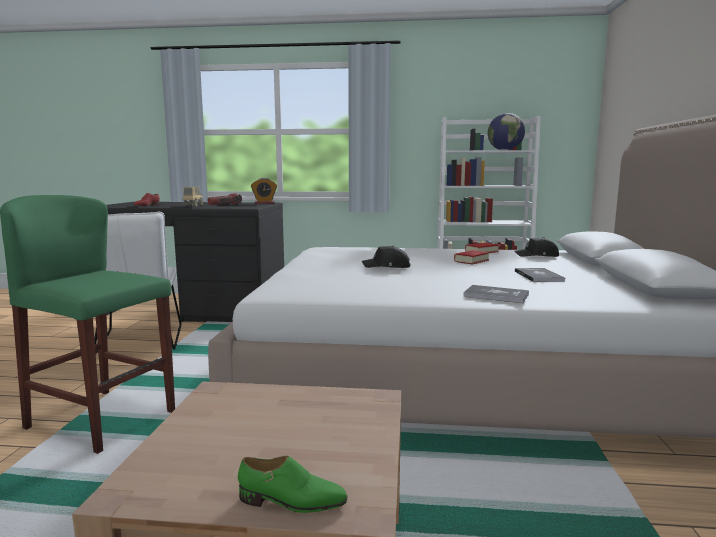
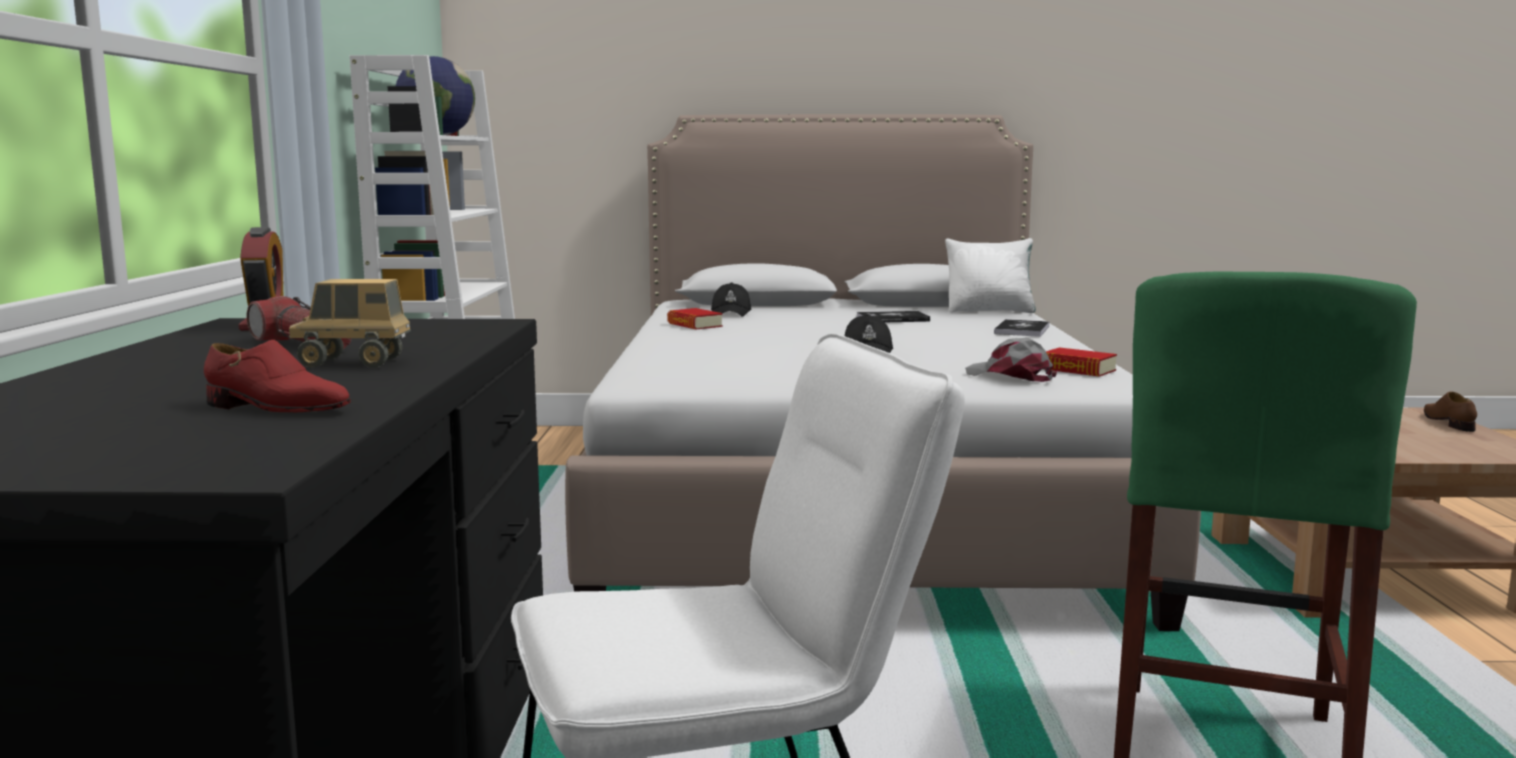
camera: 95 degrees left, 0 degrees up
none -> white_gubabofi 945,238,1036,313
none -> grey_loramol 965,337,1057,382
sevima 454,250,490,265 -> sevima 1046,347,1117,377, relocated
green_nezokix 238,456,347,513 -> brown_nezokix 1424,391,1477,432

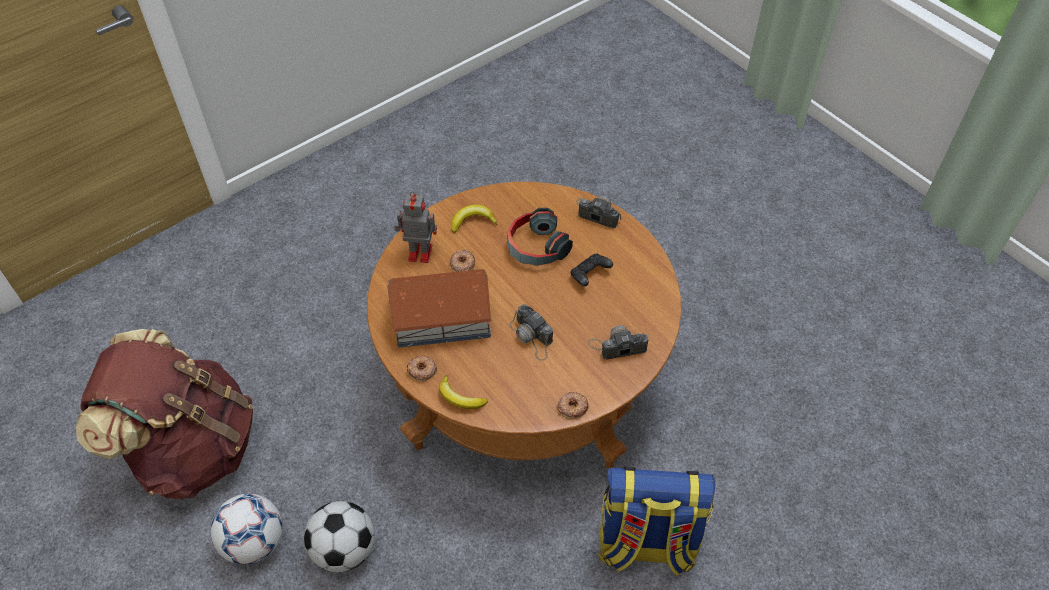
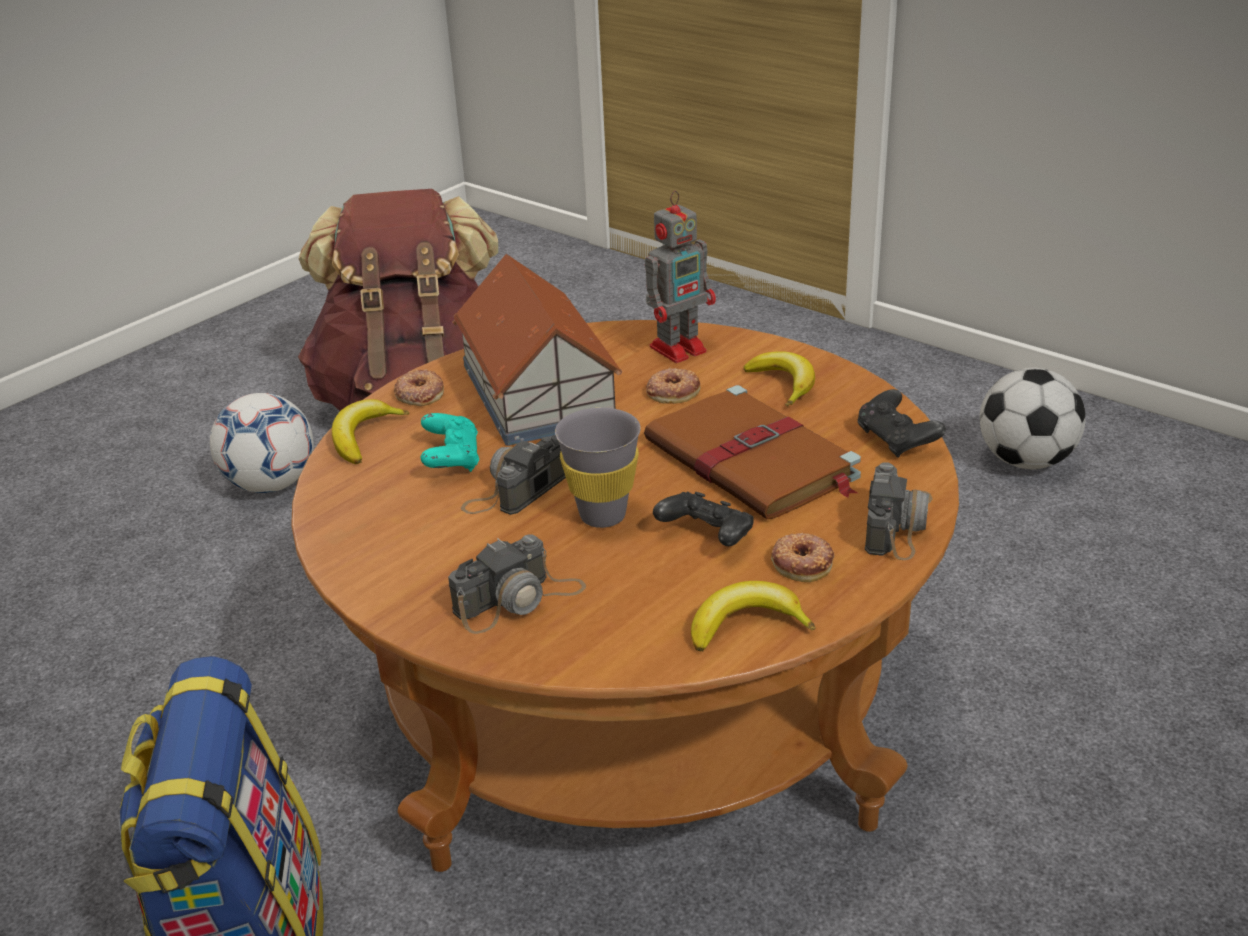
camera: 80 degrees right, 20 degrees down
none -> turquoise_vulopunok 421,413,479,472
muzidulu 588,325,649,360 -> muzidulu 448,534,586,634, 75 degrees clockwise
none -> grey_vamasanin 555,408,641,528
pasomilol 507,208,573,266 -> brown_sevima 644,385,861,519
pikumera 394,192,437,263 -> pikumera 645,191,716,363, 60 degrees clockwise
none -> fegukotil 691,581,816,652
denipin 558,392,589,419 -> denipin 771,533,835,582, relocated
none -> black_vulopunok 858,389,946,458
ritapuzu 304,501,374,572 -> ritapuzu 980,368,1085,469, relocated

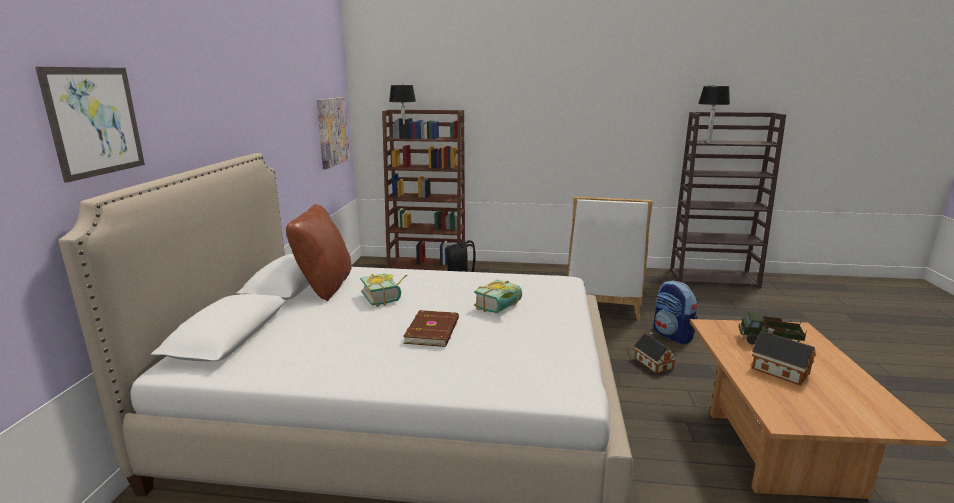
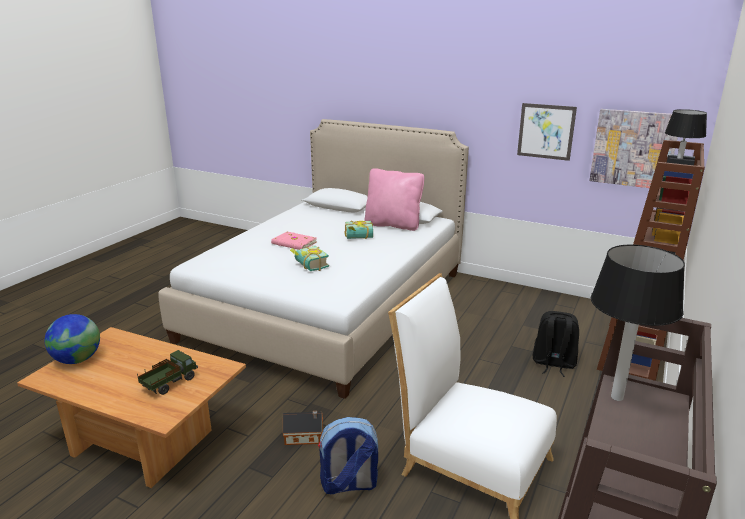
camera: 110 degrees right, 5 degrees up
none -> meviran 45,314,100,364
brown_sevima 403,310,459,347 -> pink_sevima 271,232,317,249
brown_gubabofi 286,204,352,301 -> pink_gubabofi 365,168,424,231
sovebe 35,67,145,183 -> sovebe 517,103,577,161, relocated
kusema 752,328,816,386 -> none

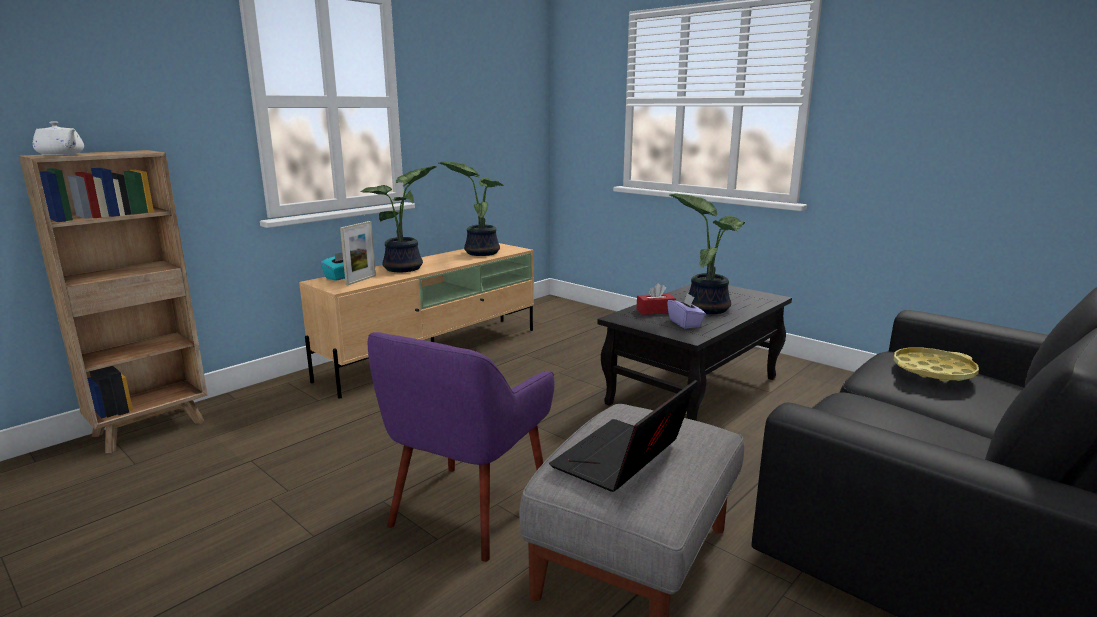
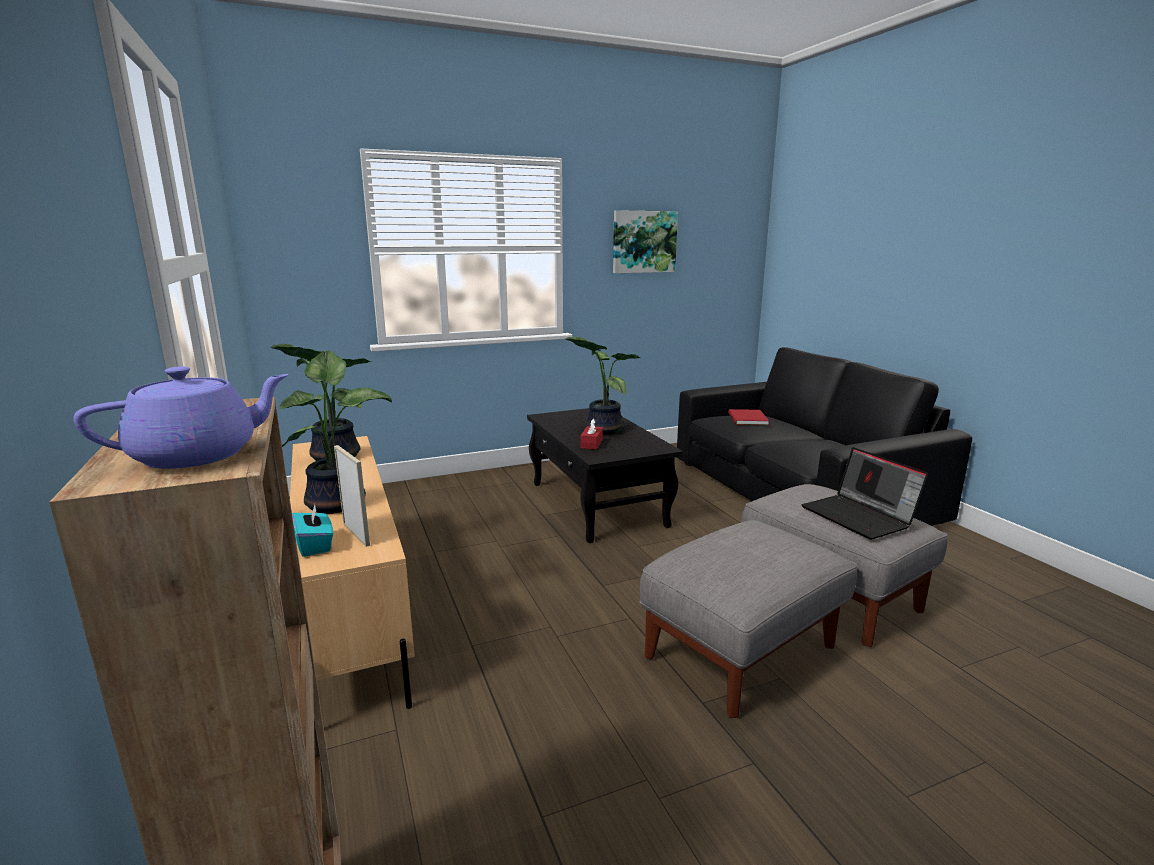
camera: 65 degrees left, 0 degrees up
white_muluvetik 33,121,84,156 -> purple_muluvetik 73,366,289,469
none -> sovebe 613,210,678,273
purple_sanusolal 368,332,555,562 -> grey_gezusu 639,520,857,718
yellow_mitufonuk 894,347,979,382 -> red_sevima 728,409,769,425
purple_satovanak 667,293,706,329 -> none

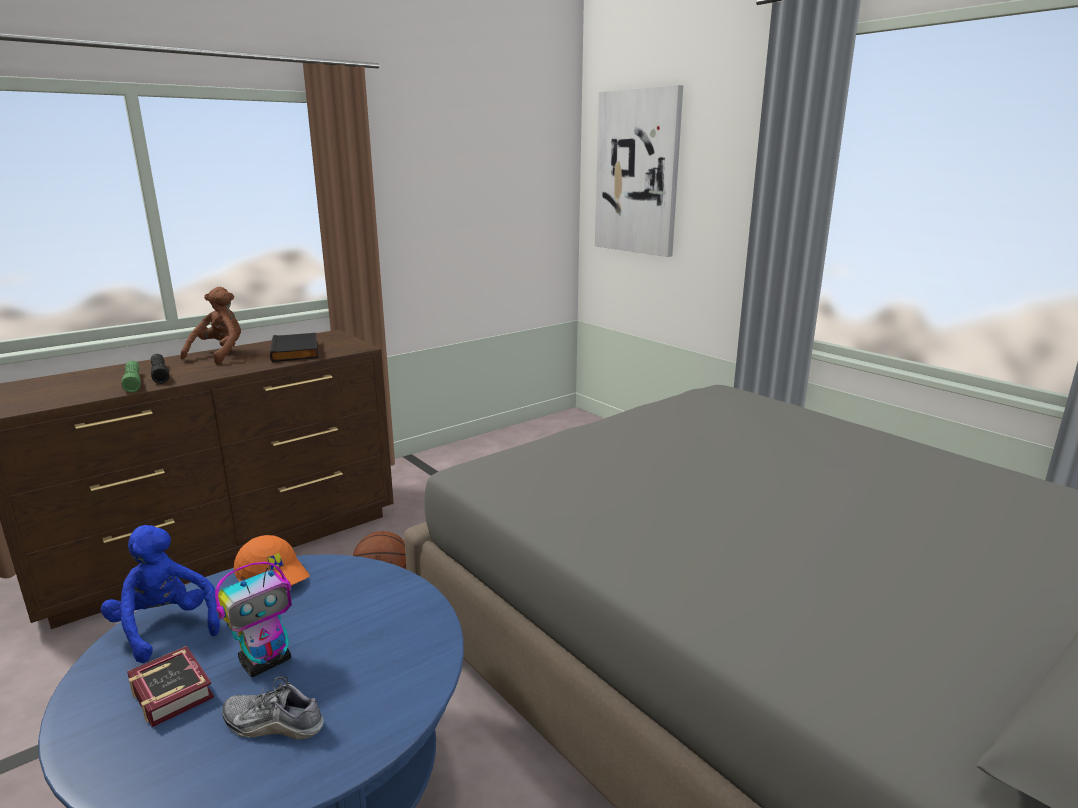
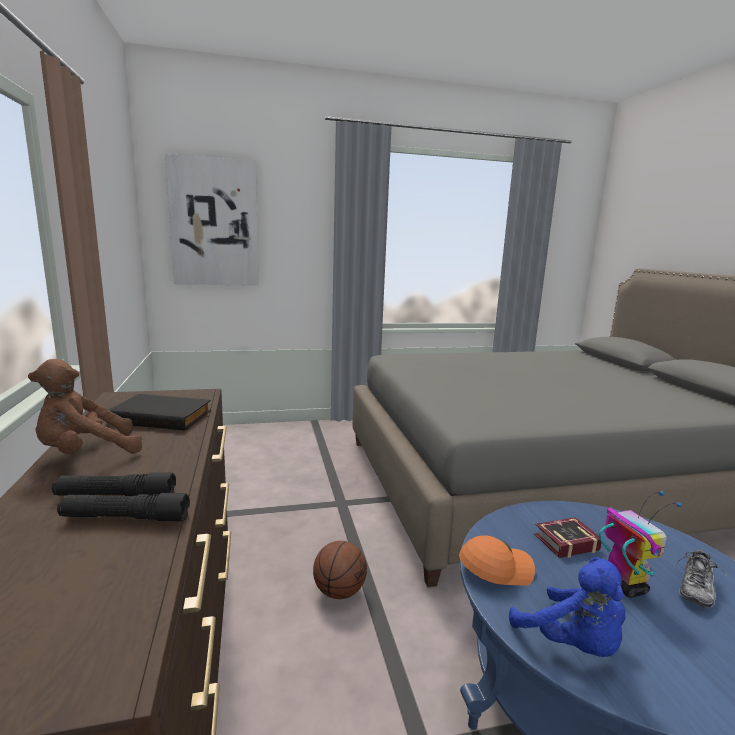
camera: 65 degrees left, 5 degrees down
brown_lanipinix 180,287,241,365 -> brown_lanipinix 28,359,142,454, 75 degrees counterclockwise
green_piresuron 121,361,141,392 -> black_piresuron 57,493,190,521
blue_lanipinix 101,525,220,663 -> blue_lanipinix 509,557,625,657, 105 degrees counterclockwise
sevima 127,646,214,727 -> sevima 534,517,602,558, relocated

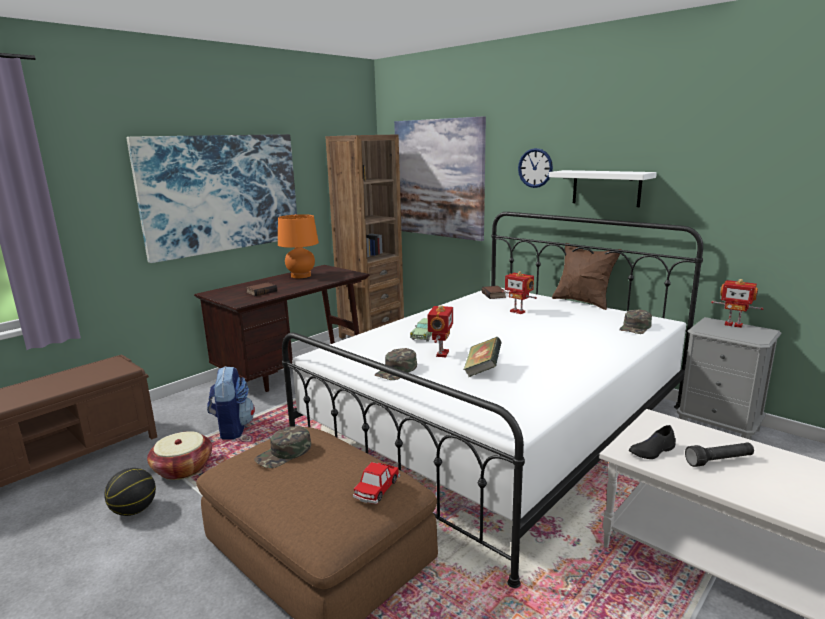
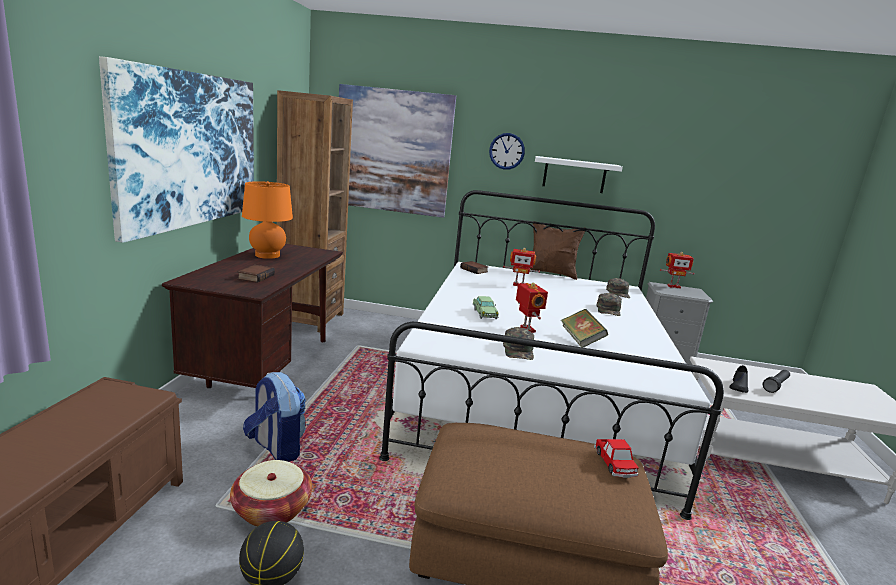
camera: 35 degrees left, 0 degrees up
green_loramol 254,426,311,468 -> green_loramol 597,293,622,316, relocated

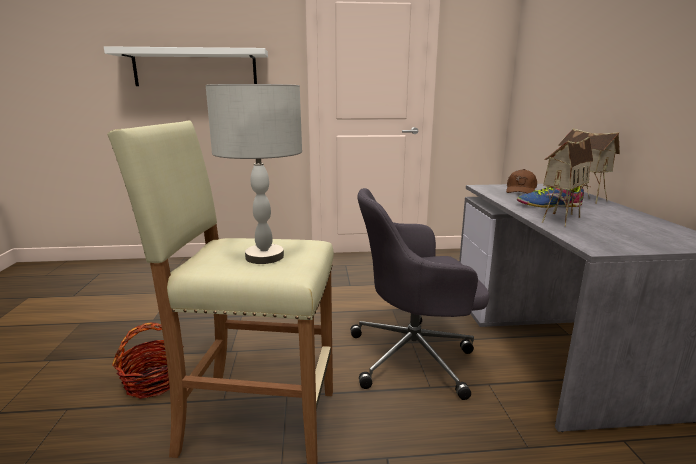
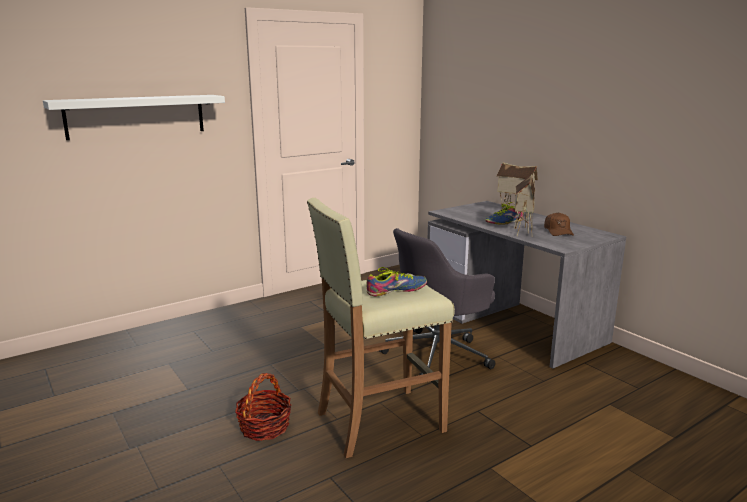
camera: 30 degrees left, 0 degrees up
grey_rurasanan 205,84,302,264 -> nezokix 366,267,427,296
brown_loramol 506,169,537,194 -> brown_loramol 544,212,574,236, relocated

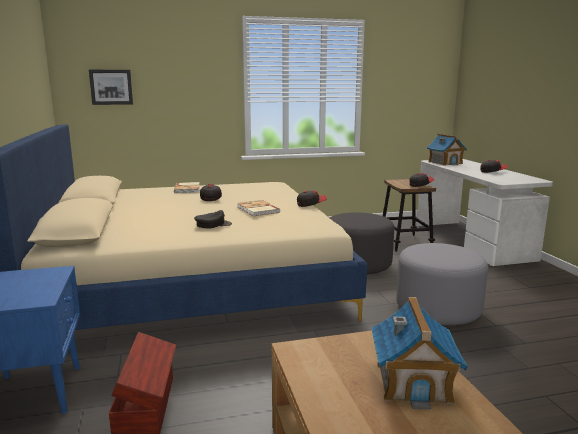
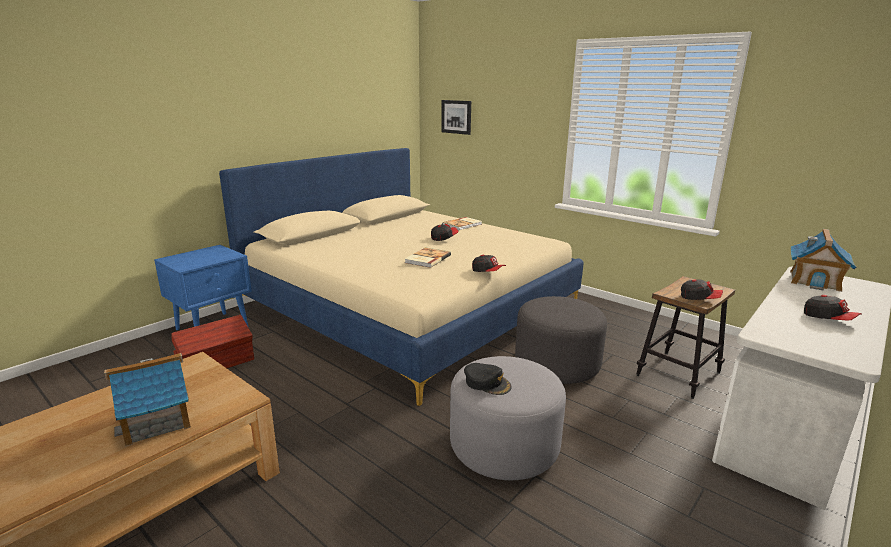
camera: 55 degrees right, 5 degrees up
black_loramol 194,210,232,228 -> black_loramol 464,363,512,395, relocated

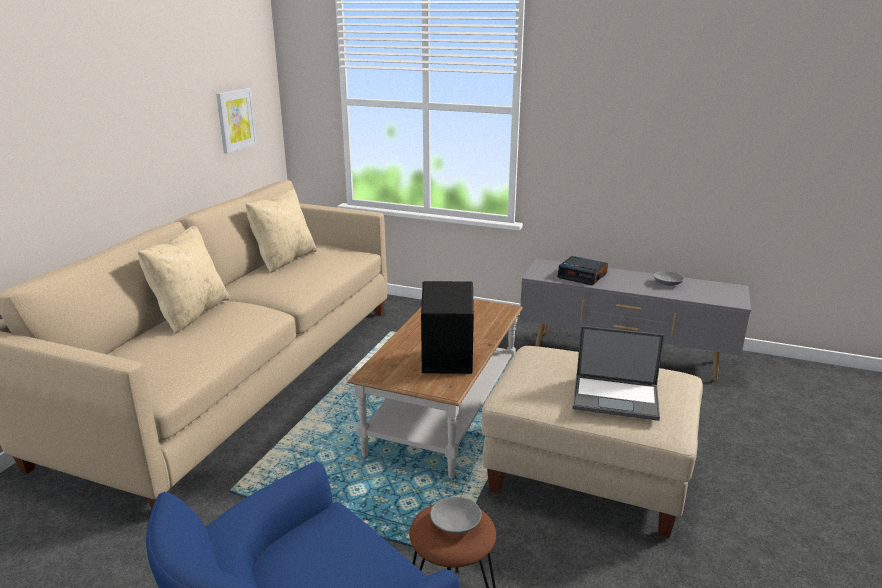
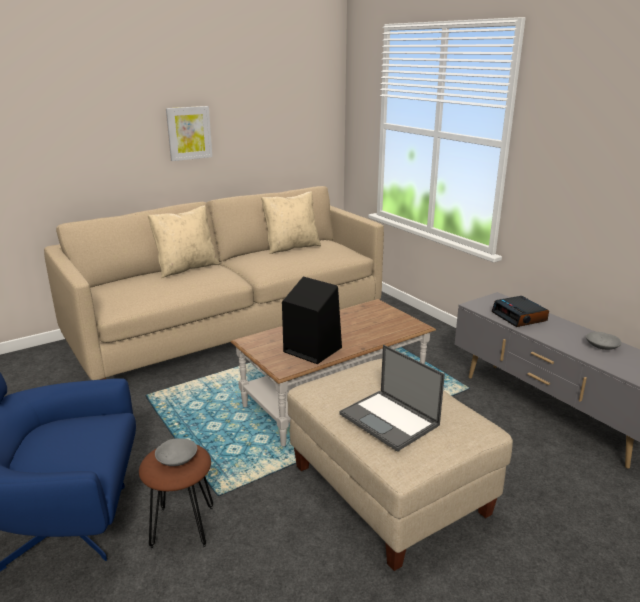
camera: 35 degrees right, 0 degrees up
sovebe 216,88,257,154 -> sovebe 166,106,212,161, relocated

